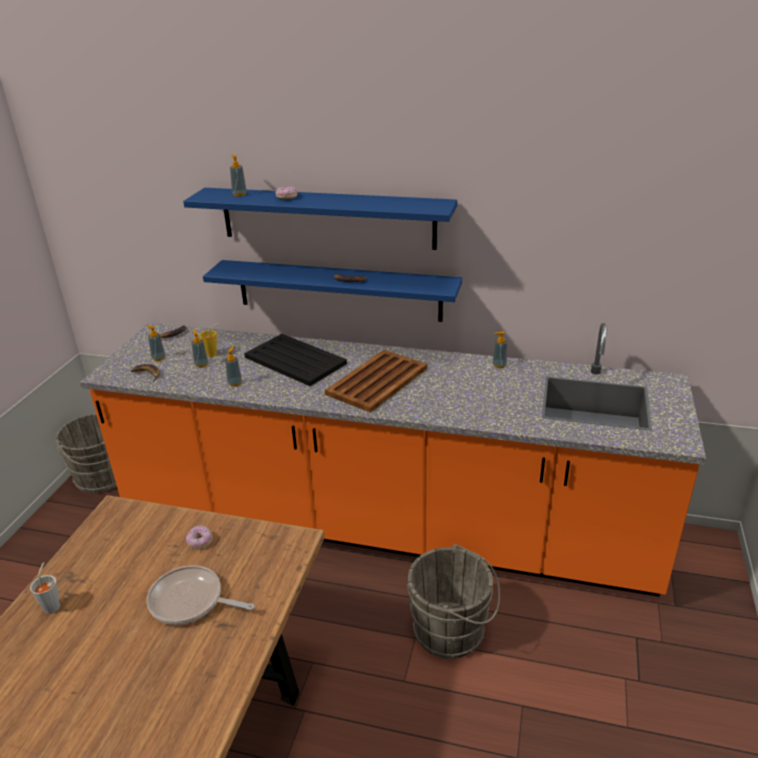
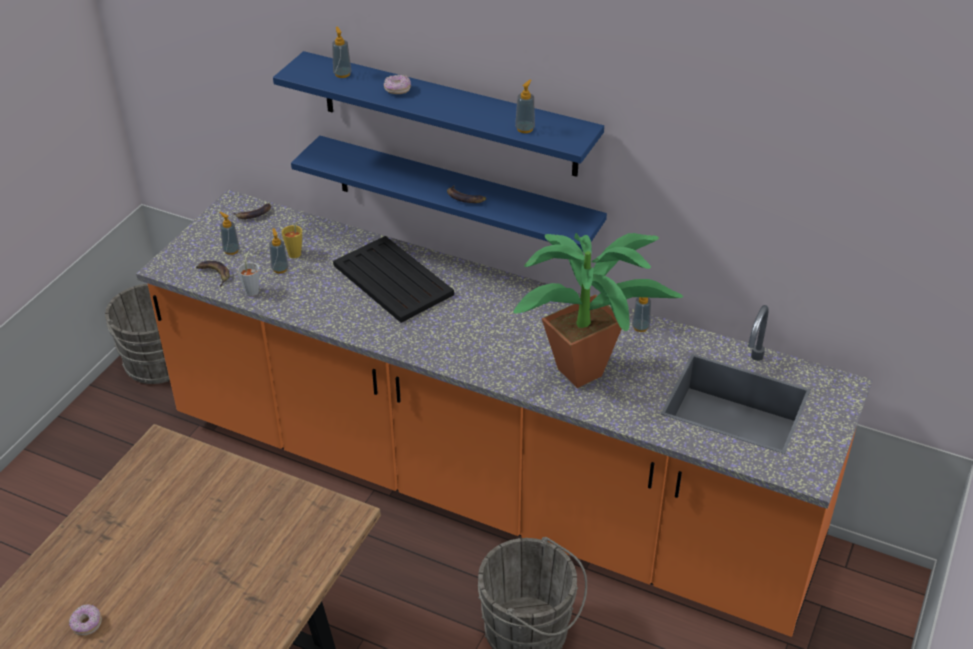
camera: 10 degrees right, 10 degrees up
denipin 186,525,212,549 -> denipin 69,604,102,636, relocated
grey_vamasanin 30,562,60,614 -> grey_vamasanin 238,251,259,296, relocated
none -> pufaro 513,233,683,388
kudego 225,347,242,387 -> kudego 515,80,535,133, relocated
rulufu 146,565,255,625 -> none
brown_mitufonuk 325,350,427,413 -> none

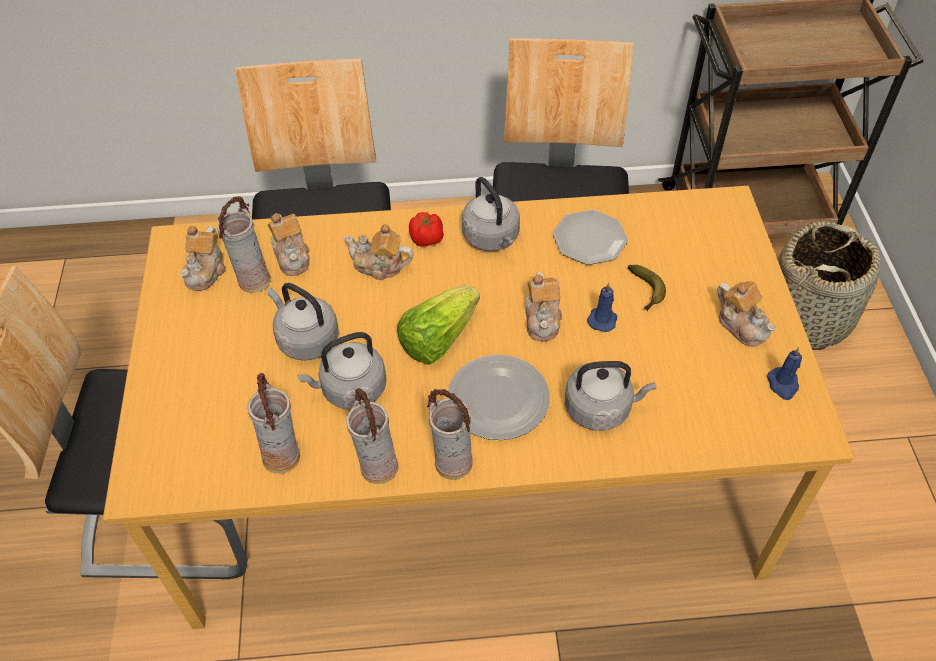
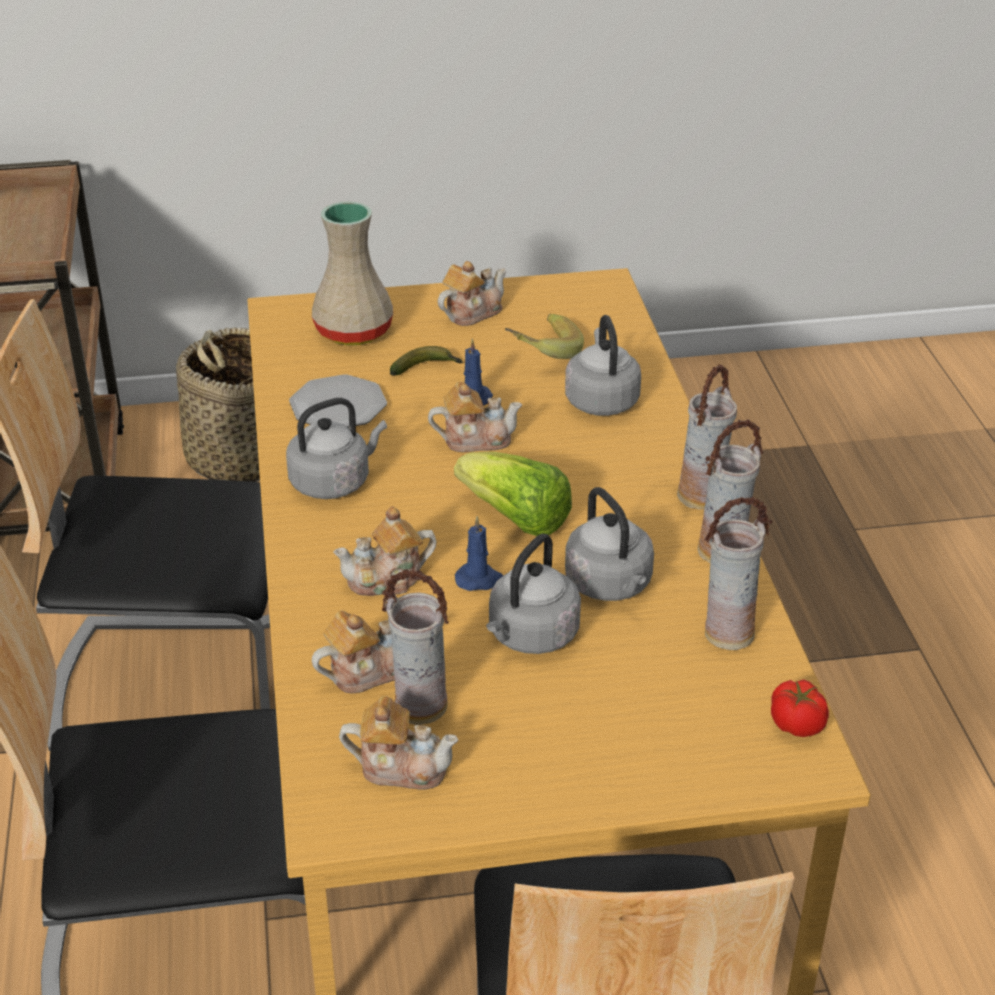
camera: 95 degrees left, 15 degrees down
none -> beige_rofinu 312,201,393,345
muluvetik 344,224,413,280 -> muluvetik 333,506,437,596, 60 degrees clockwise
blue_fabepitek 767,347,802,400 -> blue_fabepitek 455,516,504,591, relocated
none -> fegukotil 505,314,584,359
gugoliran 409,212,444,247 -> gugoliran 771,679,829,737, relocated
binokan 447,355,550,440 -> none

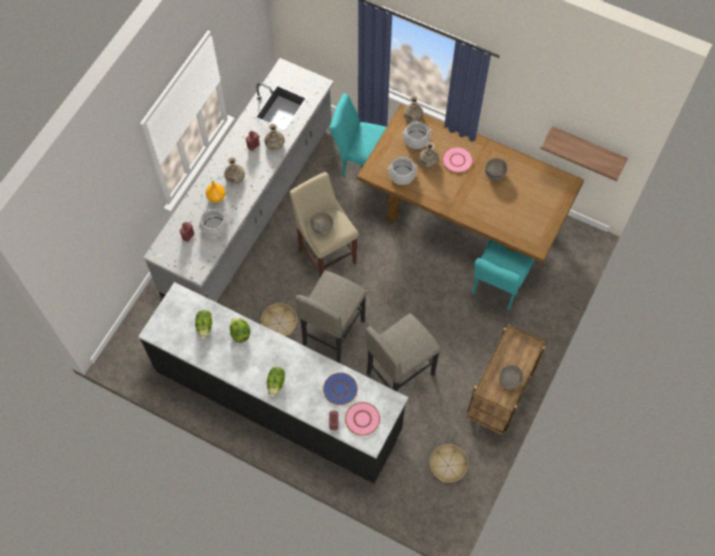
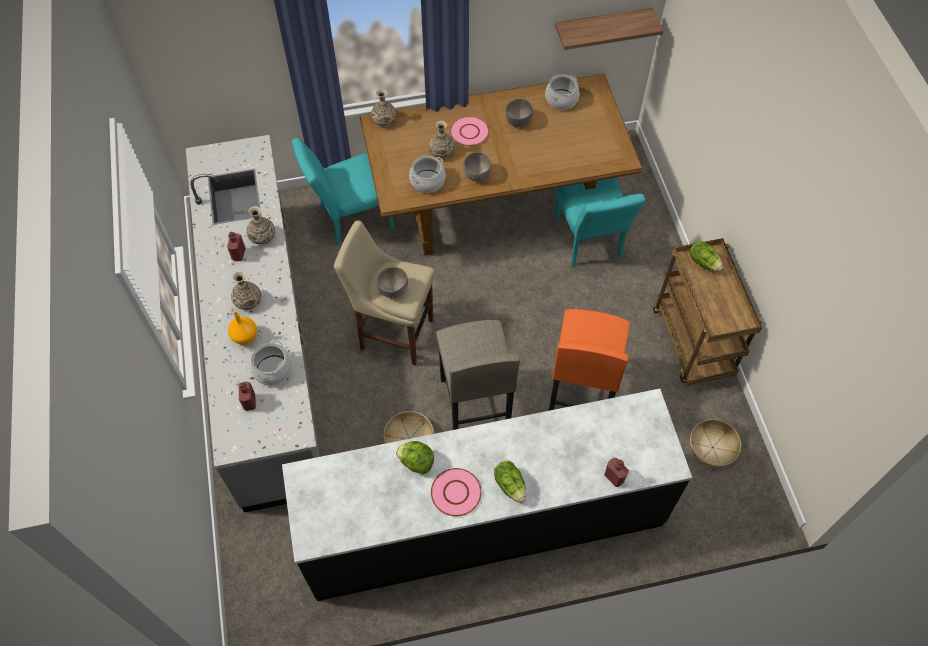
camera: 40 degrees left, 5 degrees down
pink_binokan 345,402,380,436 -> pink_binokan 431,468,482,516, relocated
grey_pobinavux 499,365,523,390 -> grey_pobinavux 463,152,492,182, relocated
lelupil 402,121,432,149 -> lelupil 545,74,579,110, relocated
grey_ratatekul 365,313,441,392 -> orange_ratatekul 549,309,630,411
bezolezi 195,310,212,339 -> bezolezi 689,241,723,272, relocated
blue_binokan 323,373,358,405 -> none

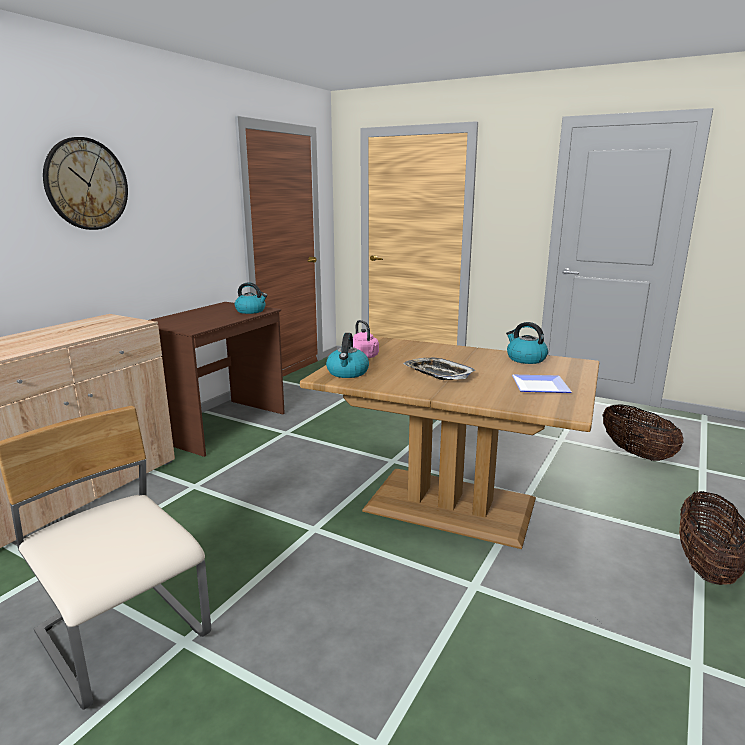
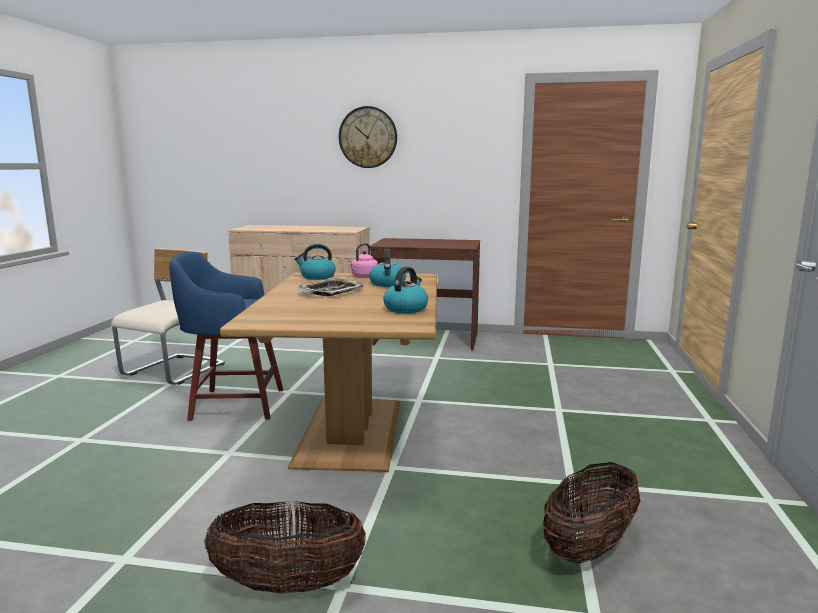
camera: 70 degrees right, 5 degrees down
none -> blue_ratatekul 169,252,283,421
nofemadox 235,282,268,314 -> nofemadox 369,249,406,287, relocated
binokan 512,375,572,393 -> none

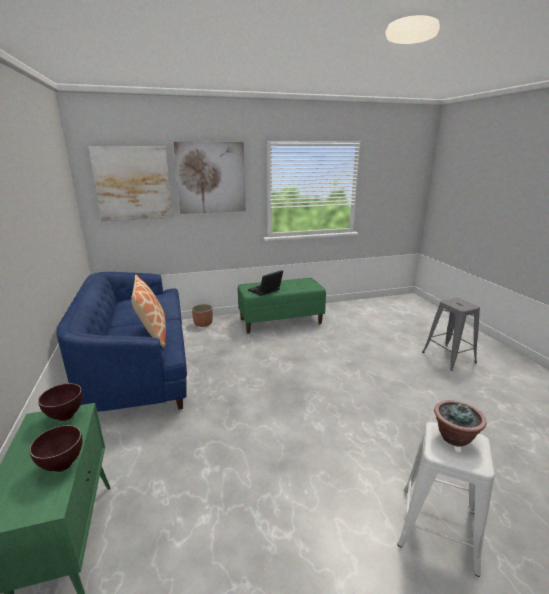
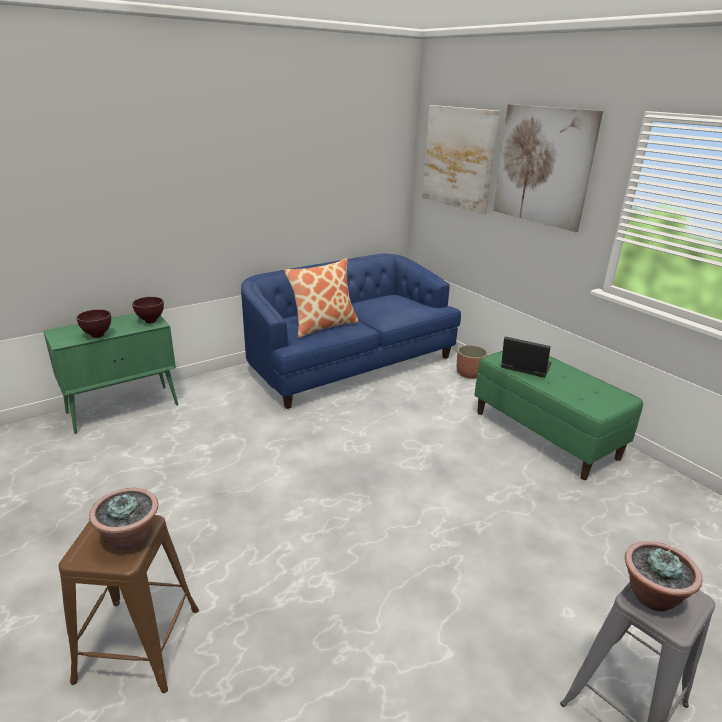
camera: 70 degrees right, 5 degrees up
white_ratatekul 398,422,495,577 -> brown_ratatekul 58,515,199,693
none -> pufaro 625,541,703,612

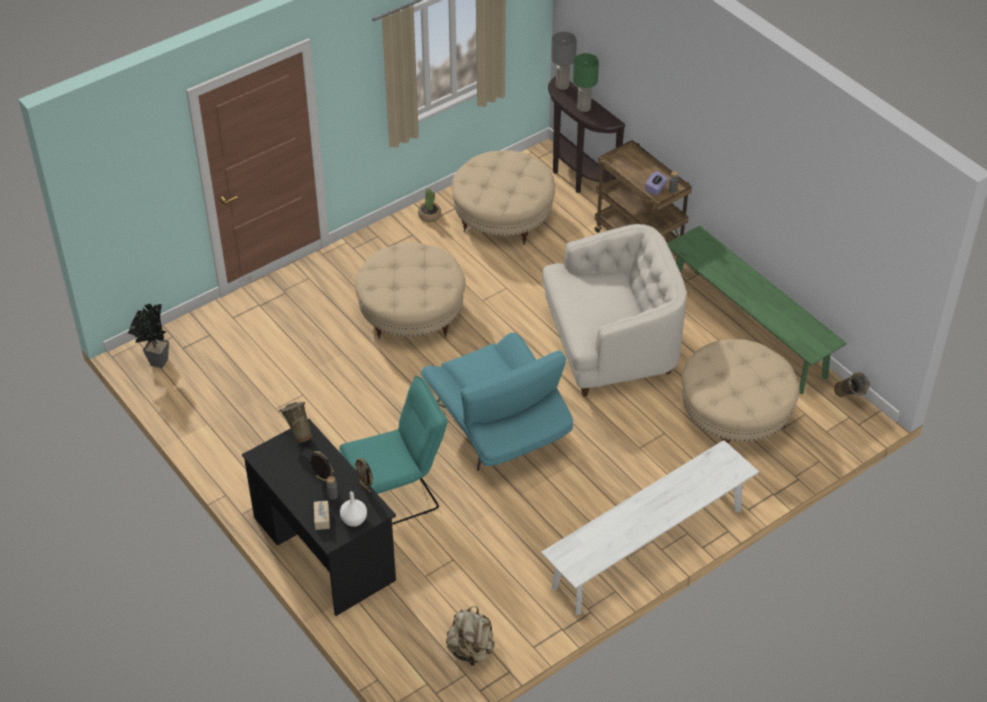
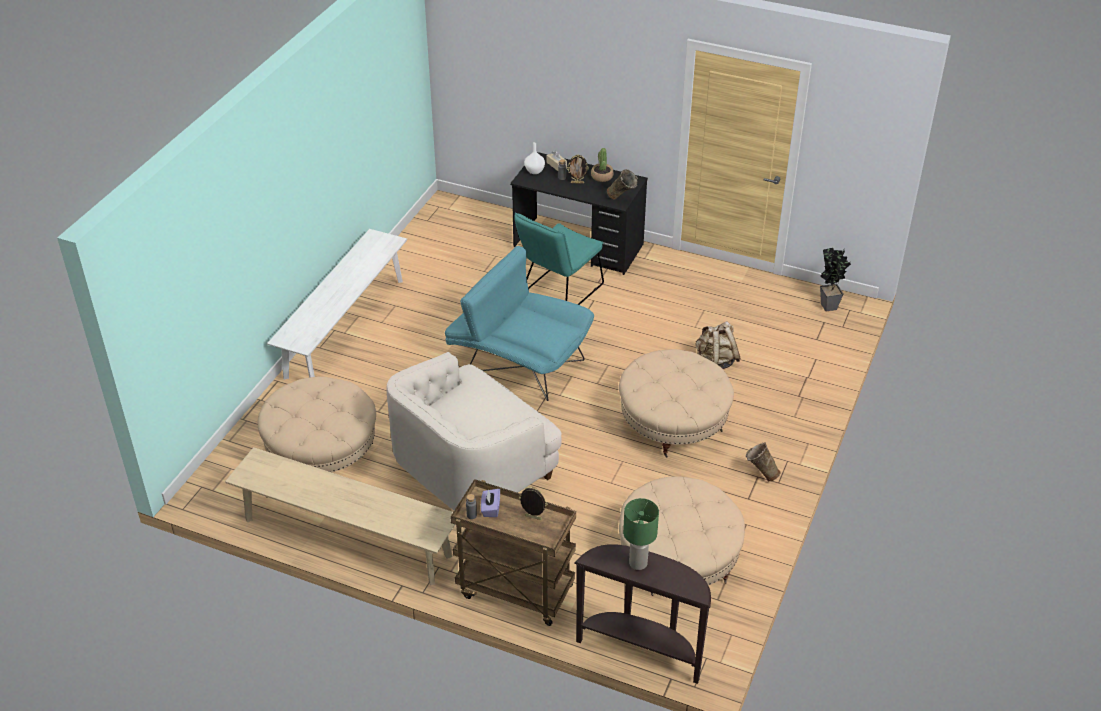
camera: 150 degrees right, 5 degrees down
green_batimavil 667,226,847,394 -> beige_batimavil 225,447,455,585
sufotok 354,458,373,492 -> sufotok 519,486,547,520, relocated
pufaro 418,188,441,222 -> pufaro 591,148,613,182, relocated
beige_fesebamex 446,606,495,666 -> beige_fesebamex 696,321,740,369, relocated
beige_rofinu 834,372,870,397 -> beige_rofinu 746,442,780,481, relocated
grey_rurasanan 551,32,577,90 -> none

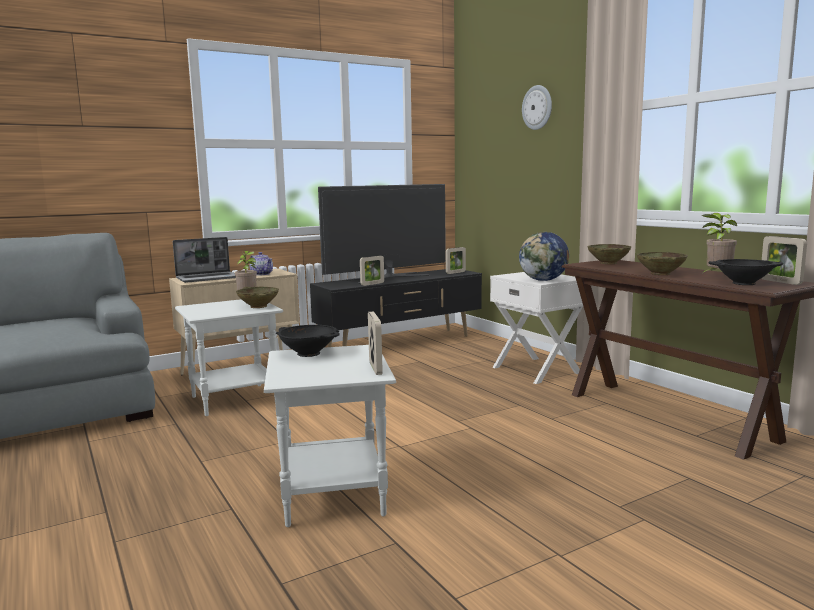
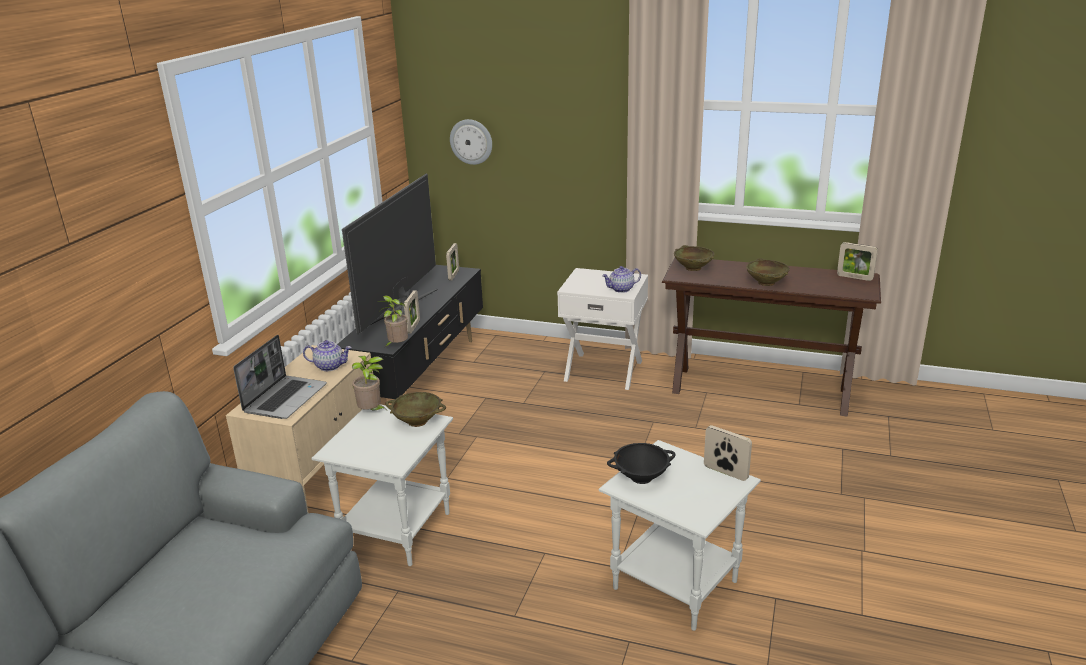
camera: 40 degrees left, 15 degrees up
pufaro 701,213,737,274 -> pufaro 377,296,408,348, relocated
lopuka 522,85,552,130 -> lopuka 450,119,492,165, relocated
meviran 519,232,569,281 -> muluvetik 602,266,641,293
black_pobinavux 708,259,783,285 -> none

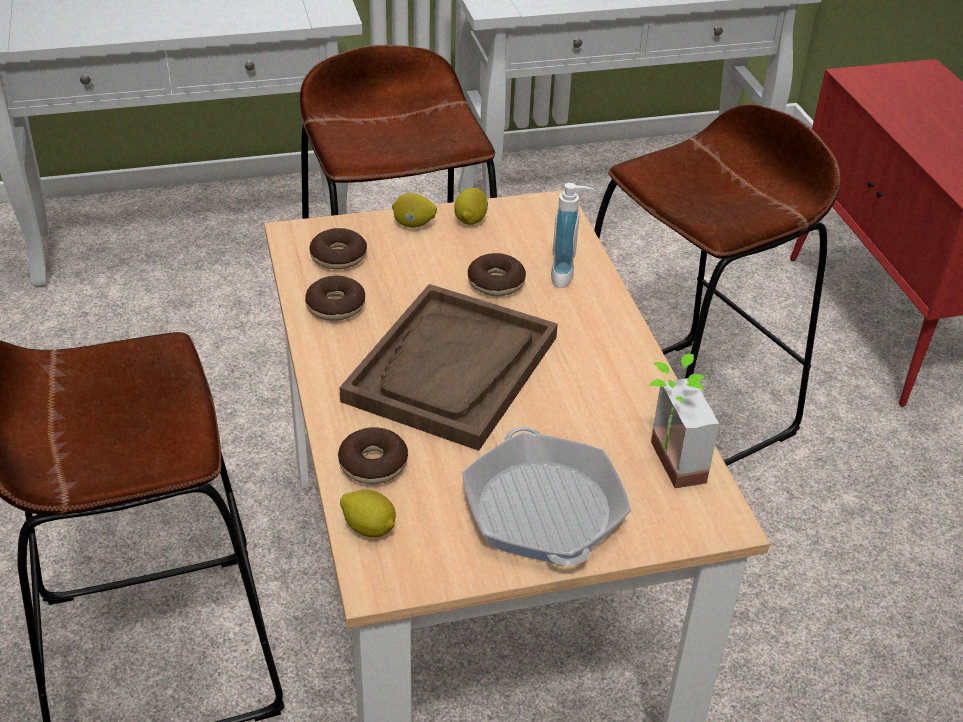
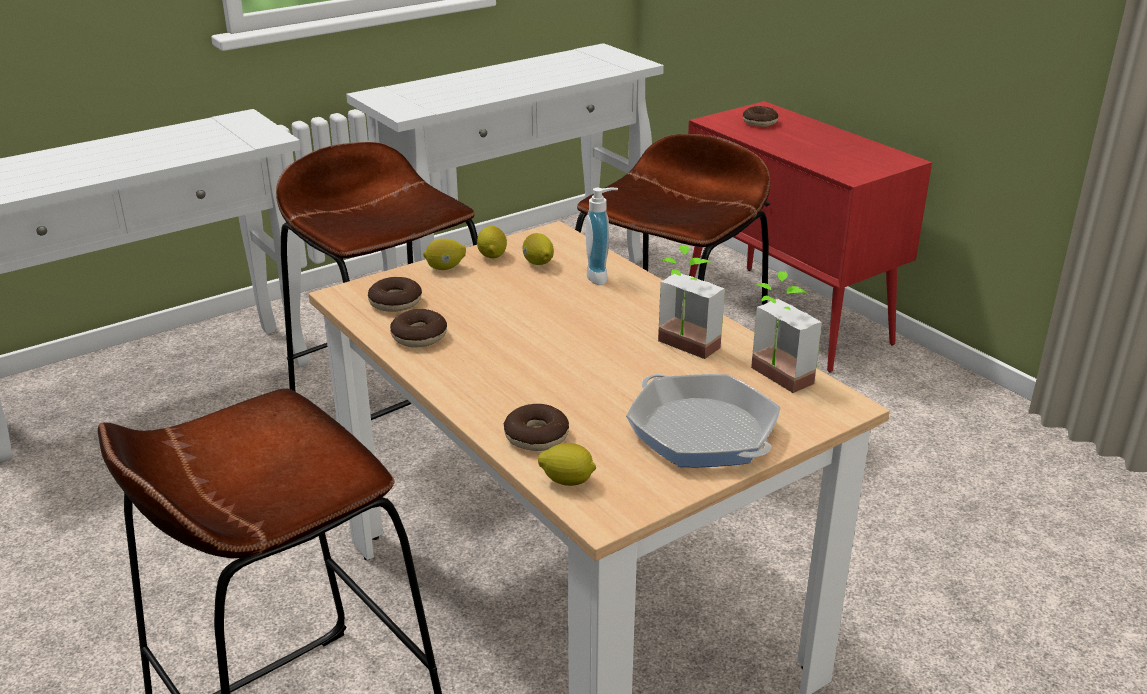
camera: 20 degrees left, 10 degrees down
none -> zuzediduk 523,233,554,265
none -> pufaro 658,245,725,359
denipin 468,253,526,297 -> denipin 743,106,778,127, relocated
brown_mitufonuk 339,284,558,451 -> none

